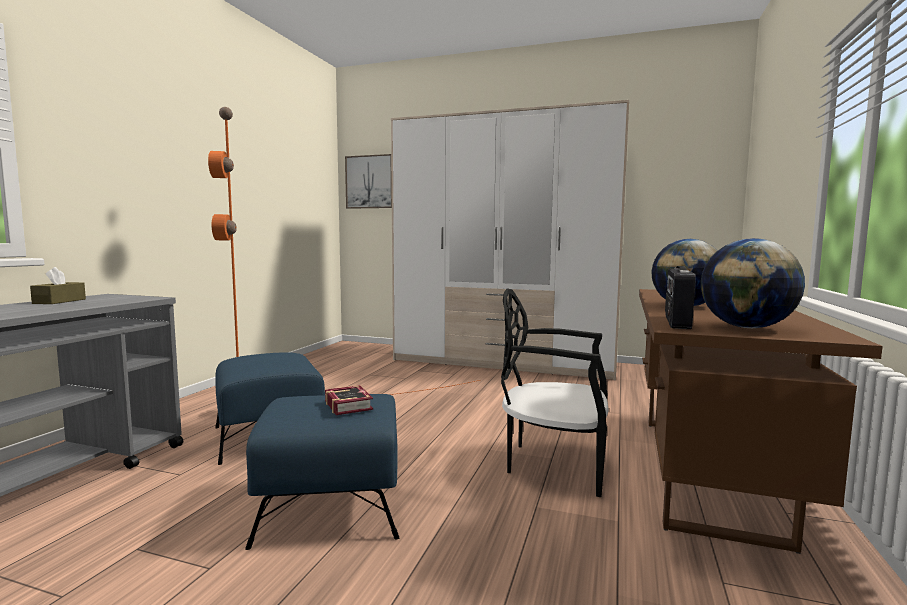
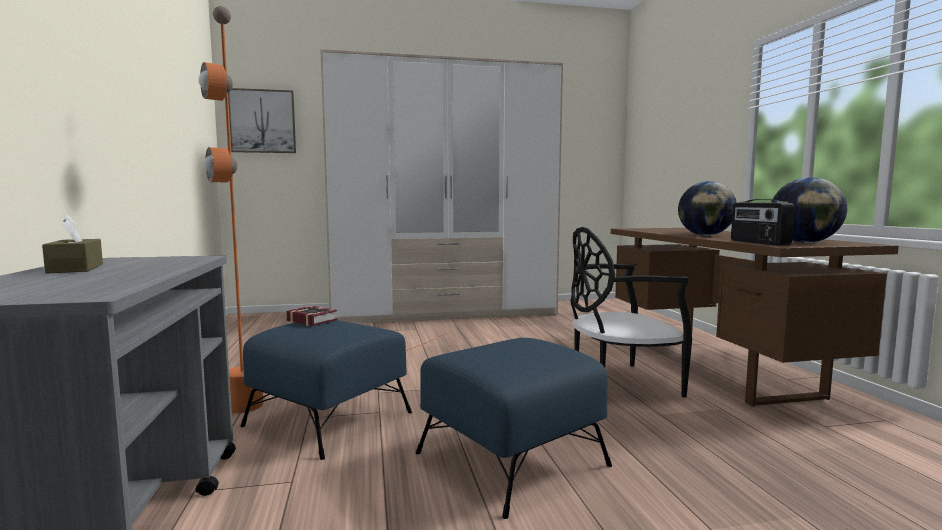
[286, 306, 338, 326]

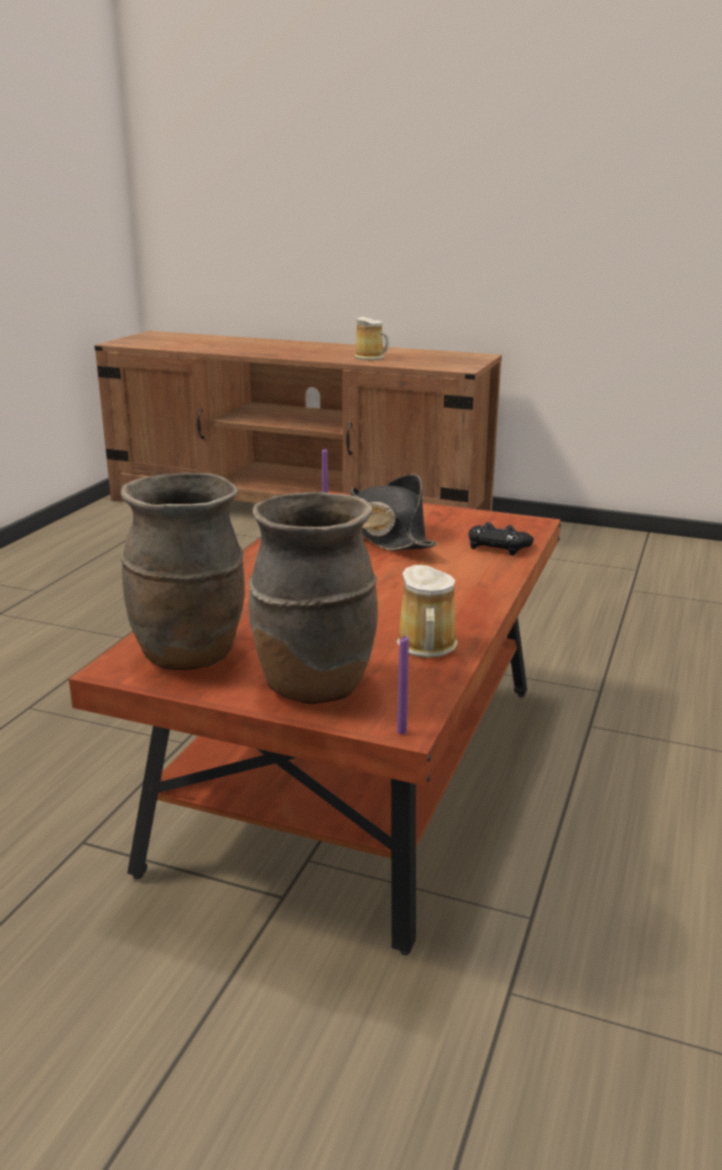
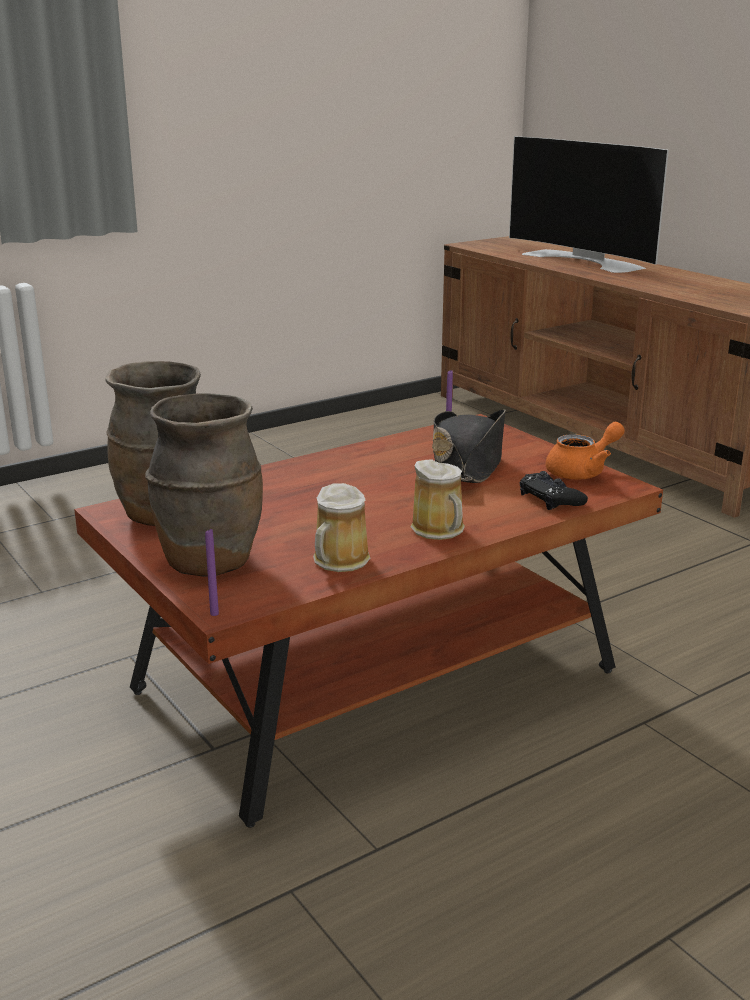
[411, 460, 465, 540]
[509, 136, 669, 273]
[546, 422, 625, 479]

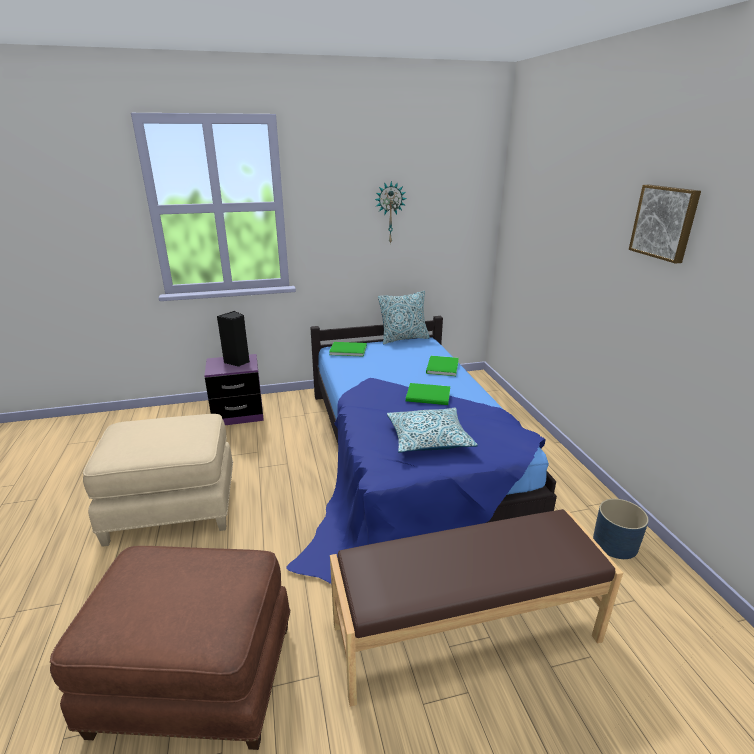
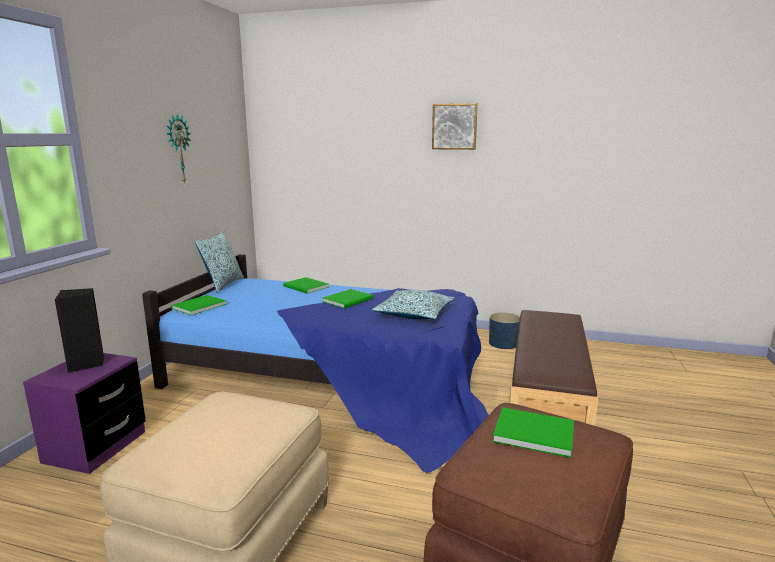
[493, 407, 574, 458]

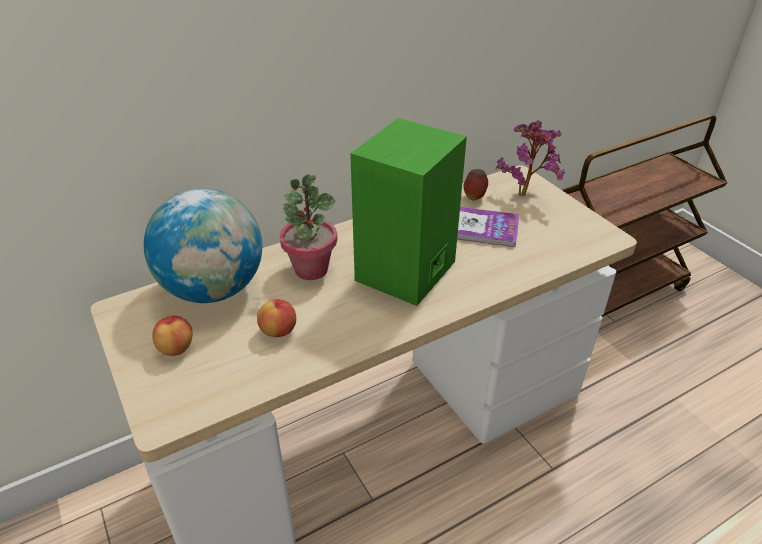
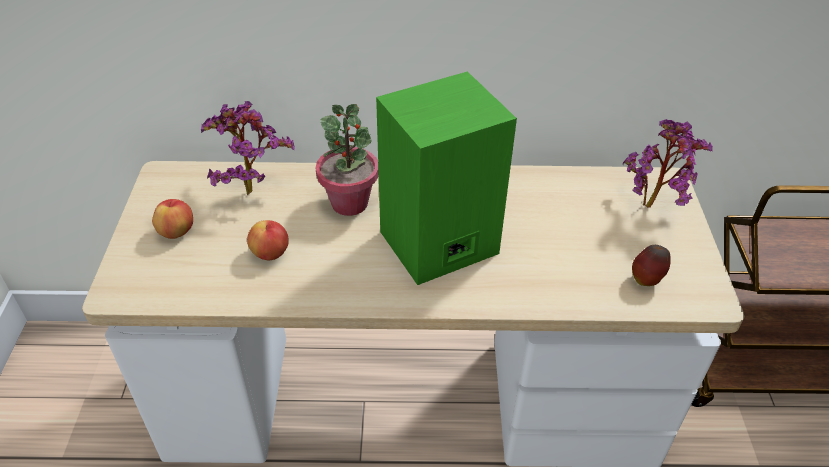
[201, 101, 295, 195]
[457, 207, 519, 247] (first image)
[632, 245, 671, 286]

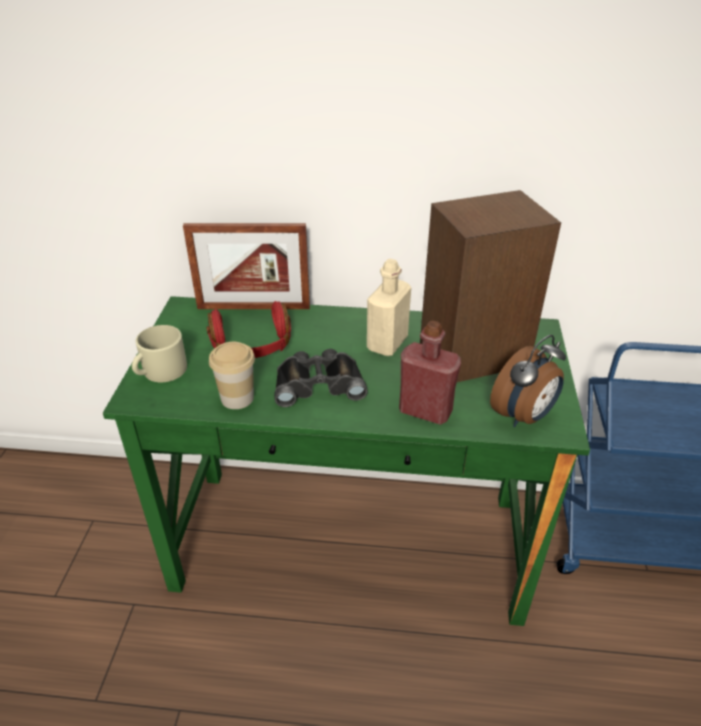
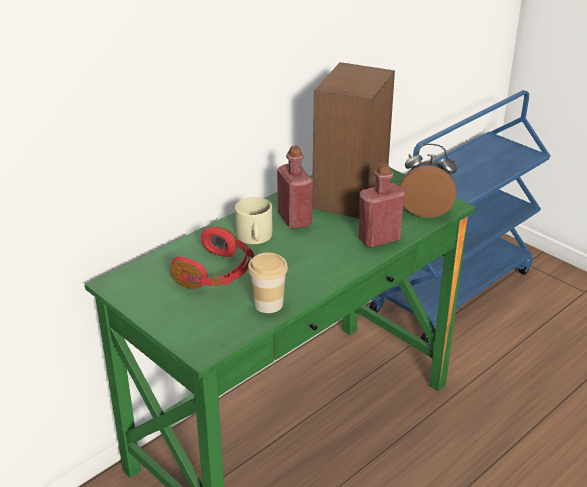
[235, 197, 272, 244]
[183, 223, 310, 309] (first image)
[274, 349, 368, 407] (first image)
[277, 145, 313, 229]
[400, 144, 457, 218]

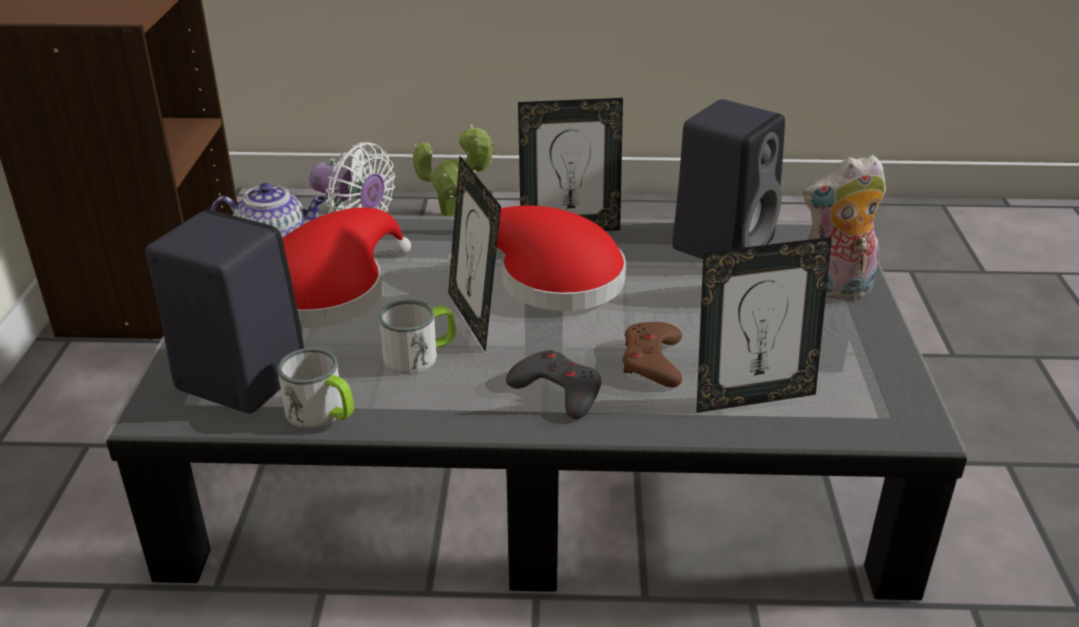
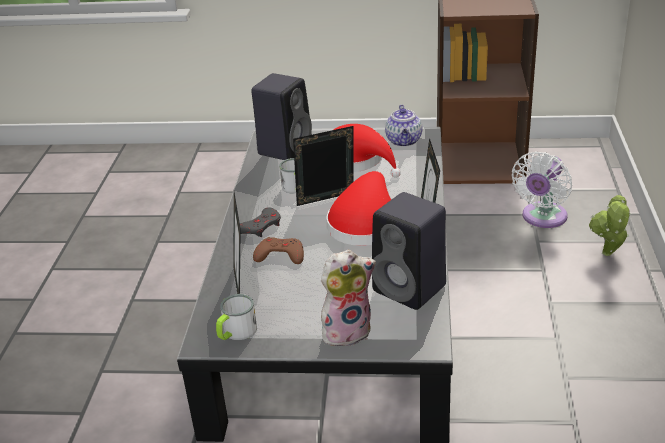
[216, 294, 257, 340]
[321, 250, 376, 346]

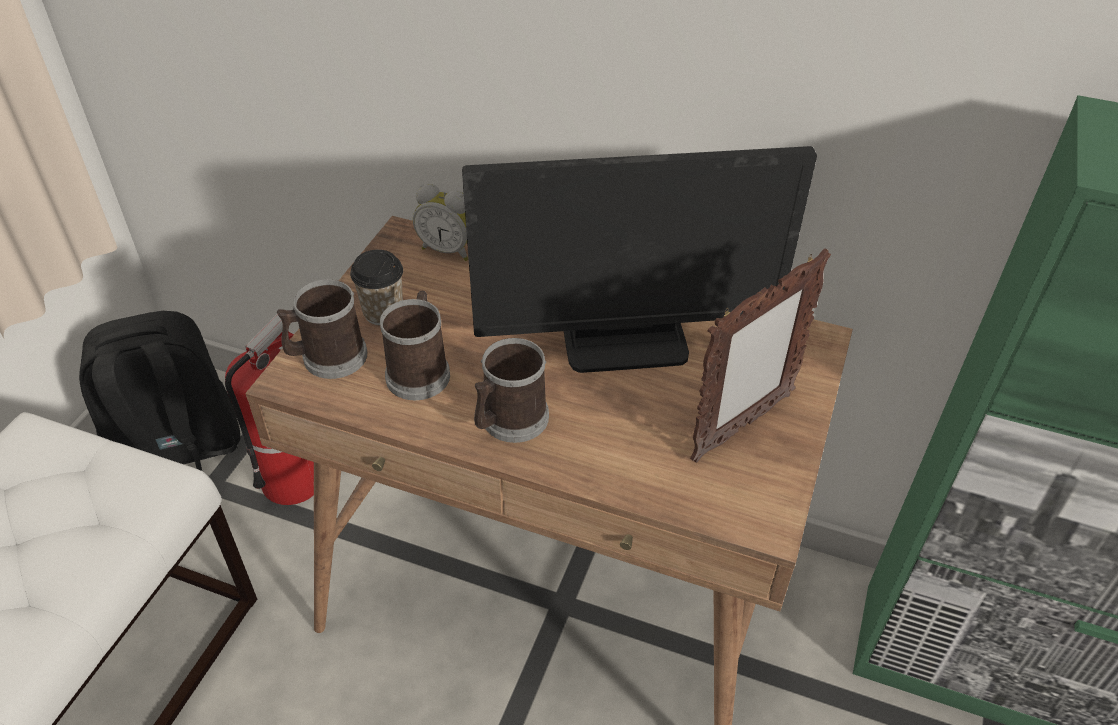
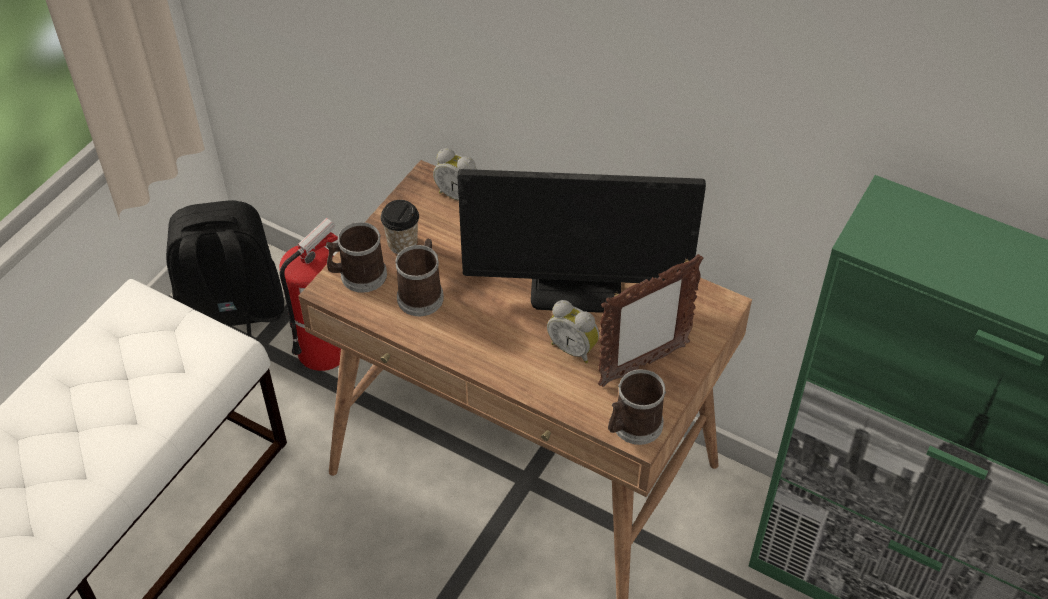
[608, 369, 666, 445]
[547, 300, 599, 363]

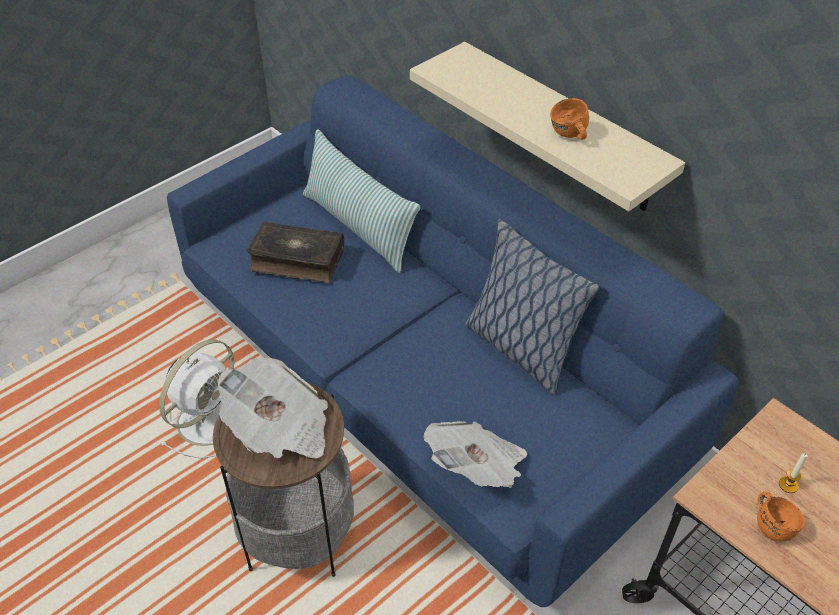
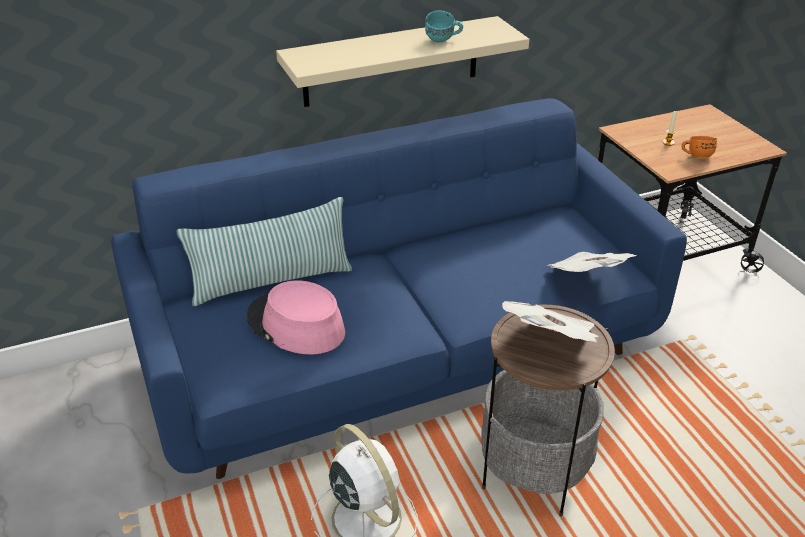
[247, 280, 345, 354]
[465, 219, 601, 395] (first image)
[425, 10, 463, 42]

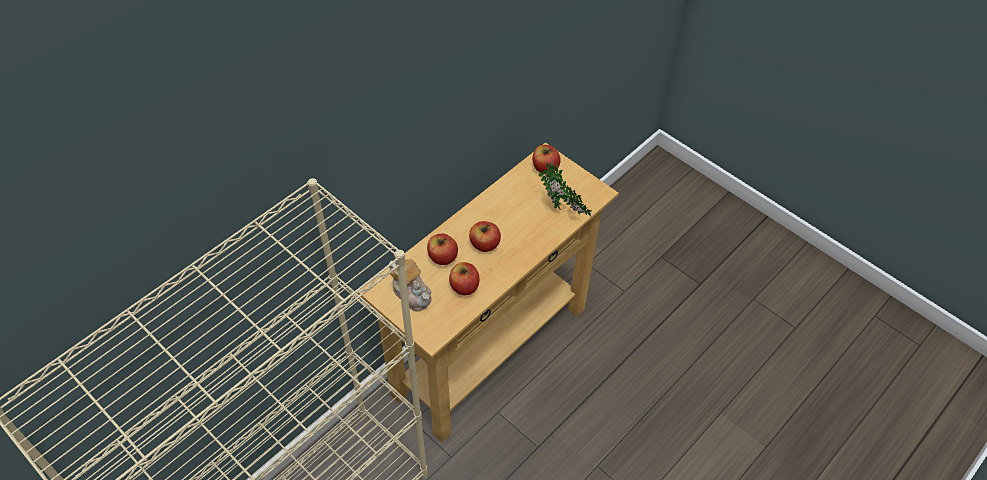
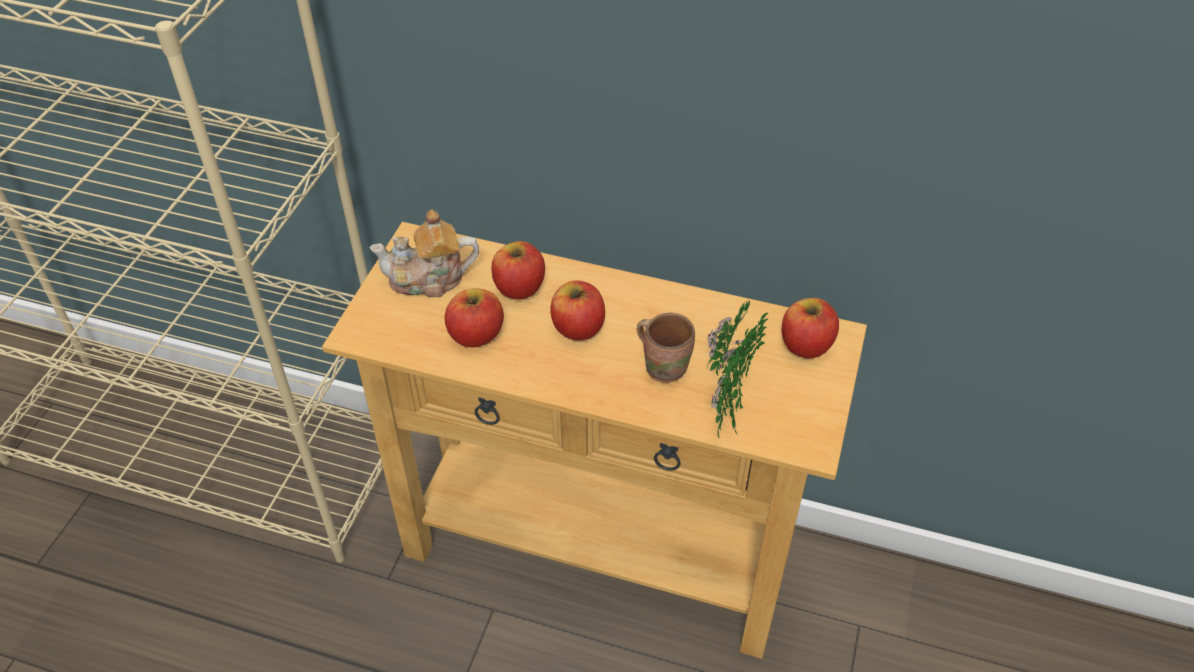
[369, 210, 479, 297]
[637, 312, 695, 382]

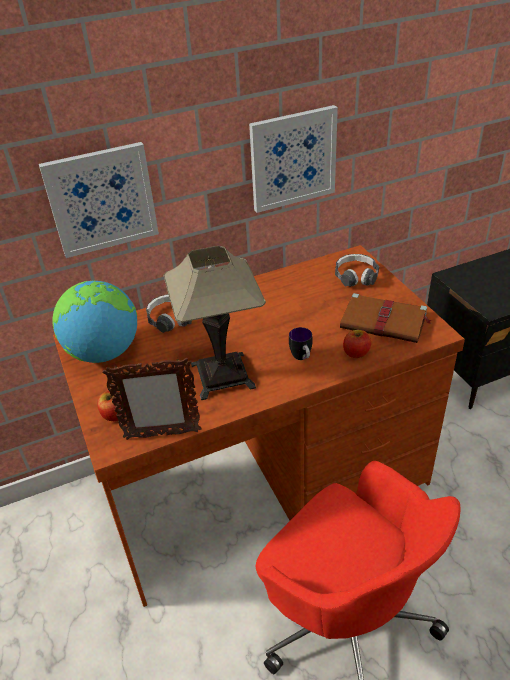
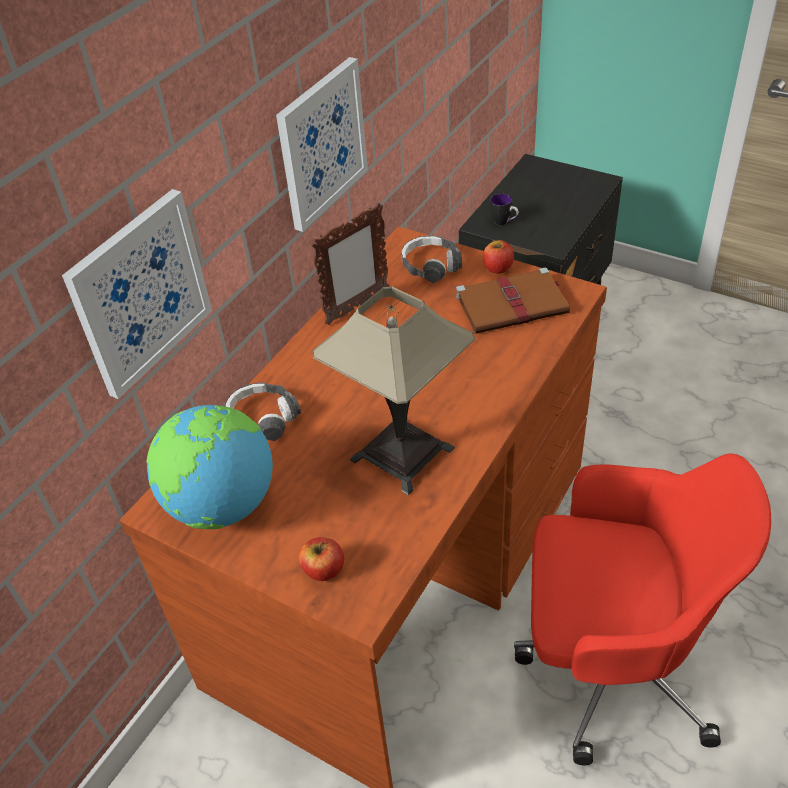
[311, 203, 389, 325]
[490, 194, 519, 225]
[483, 240, 514, 274]

